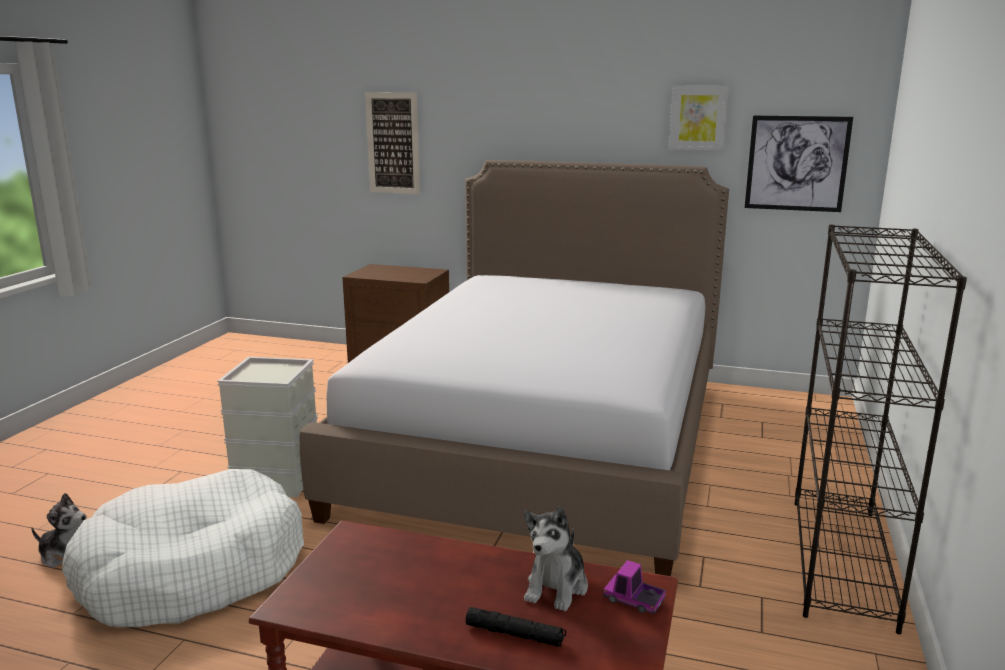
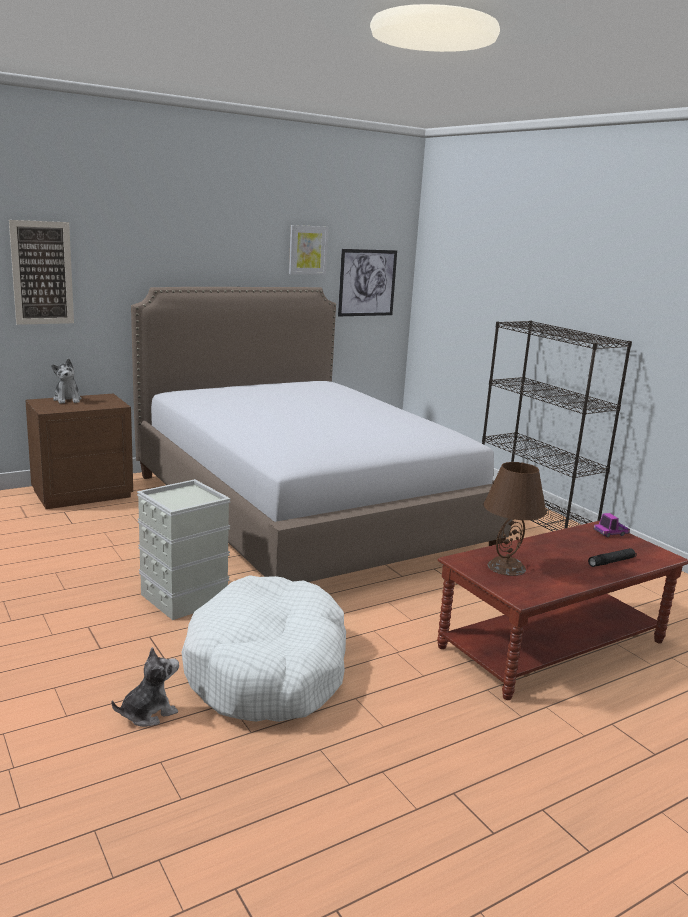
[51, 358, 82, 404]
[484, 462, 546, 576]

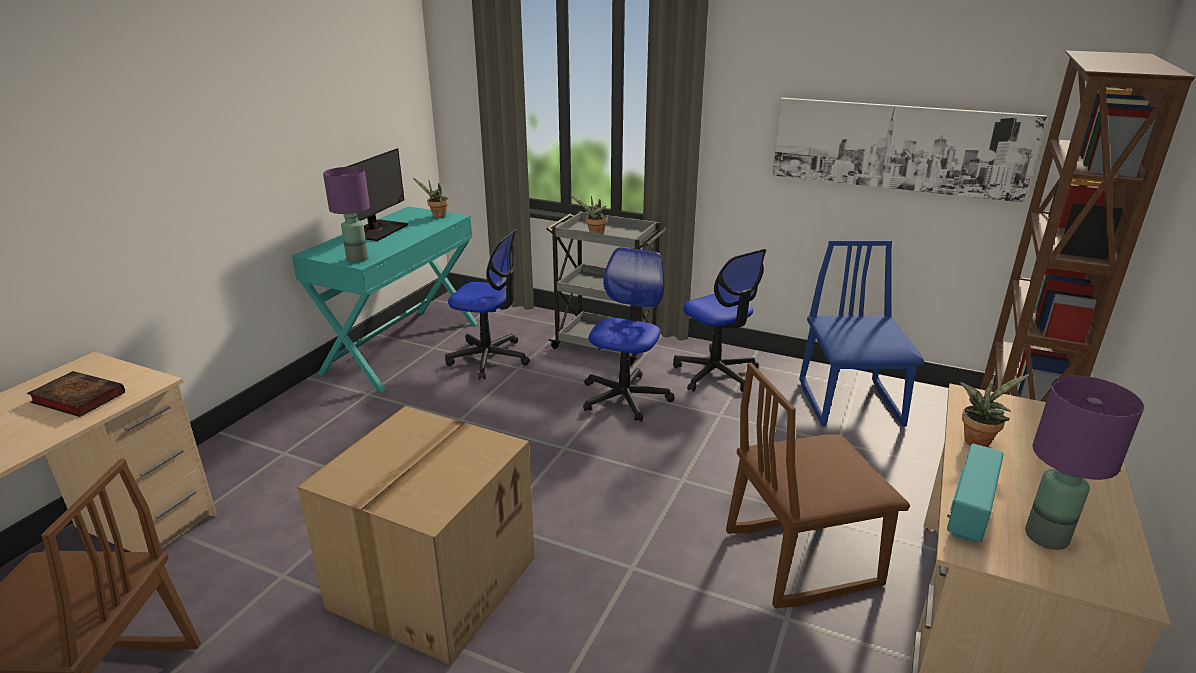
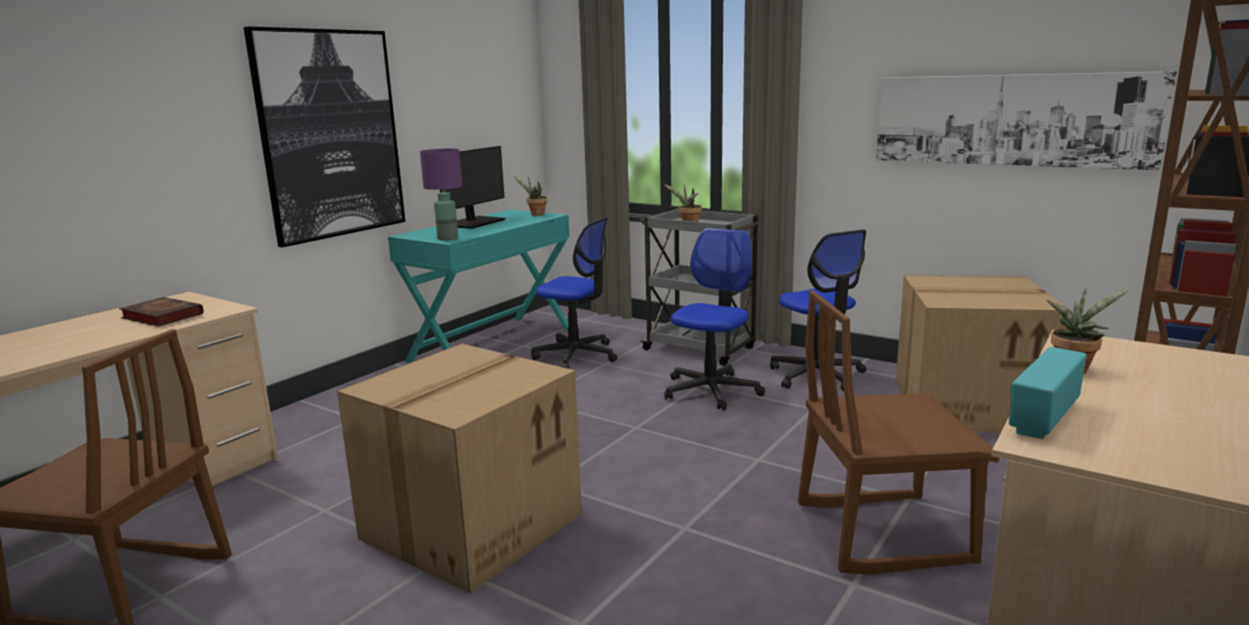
[896, 275, 1067, 433]
[1025, 375, 1144, 550] (first image)
[244, 27, 405, 247]

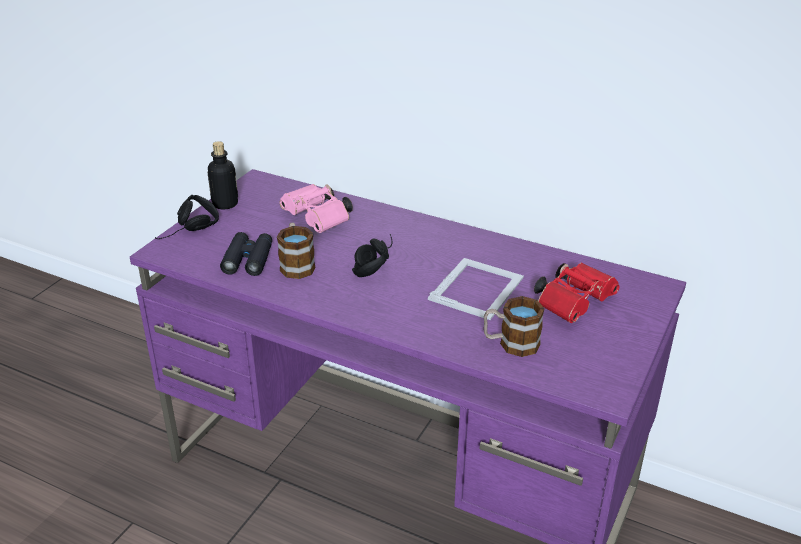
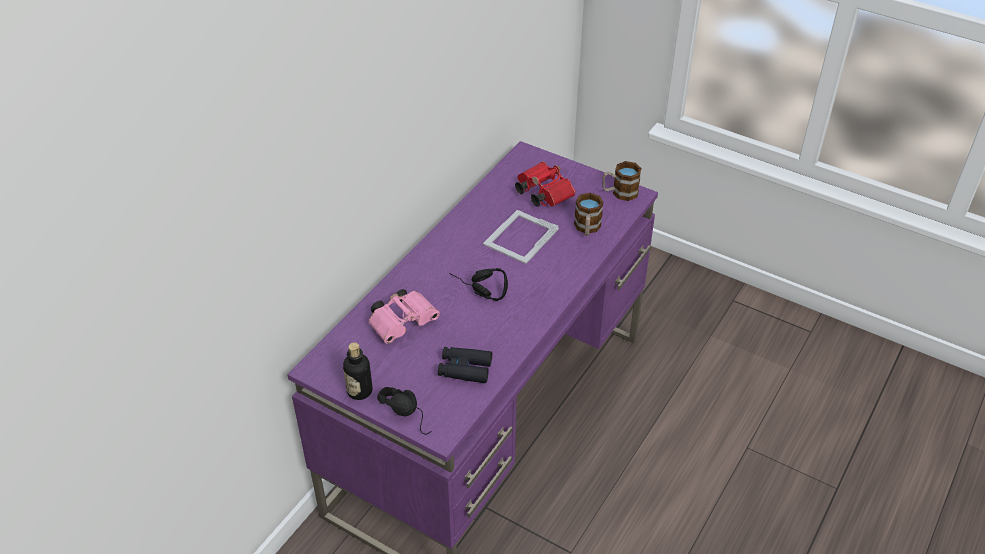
[602, 161, 642, 201]
[483, 210, 559, 264]

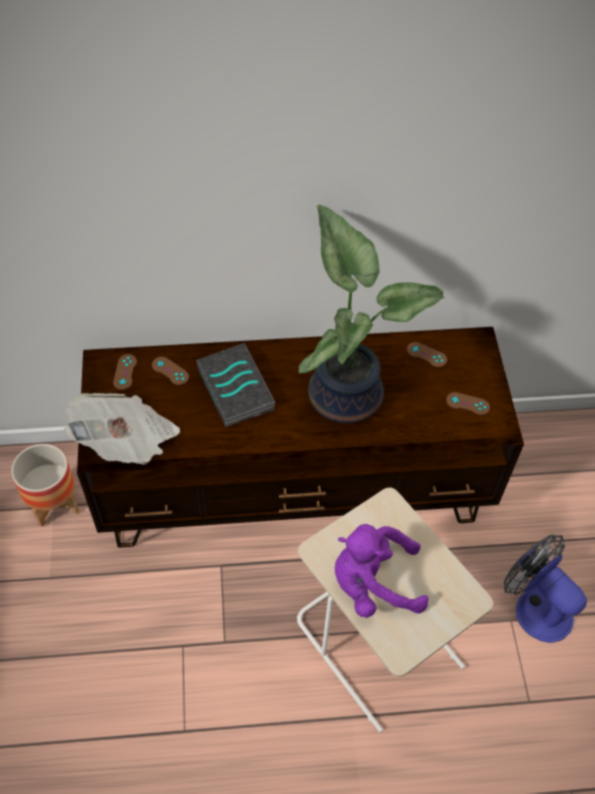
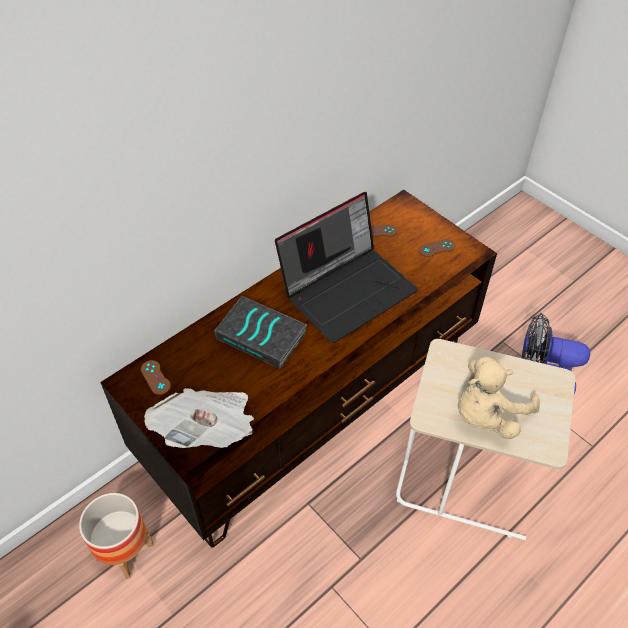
[152, 357, 189, 385] (first image)
[275, 192, 418, 343]
[458, 357, 540, 439]

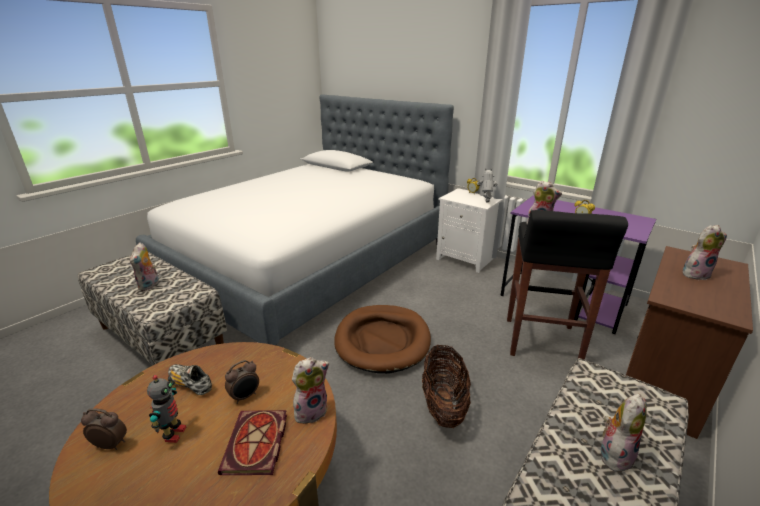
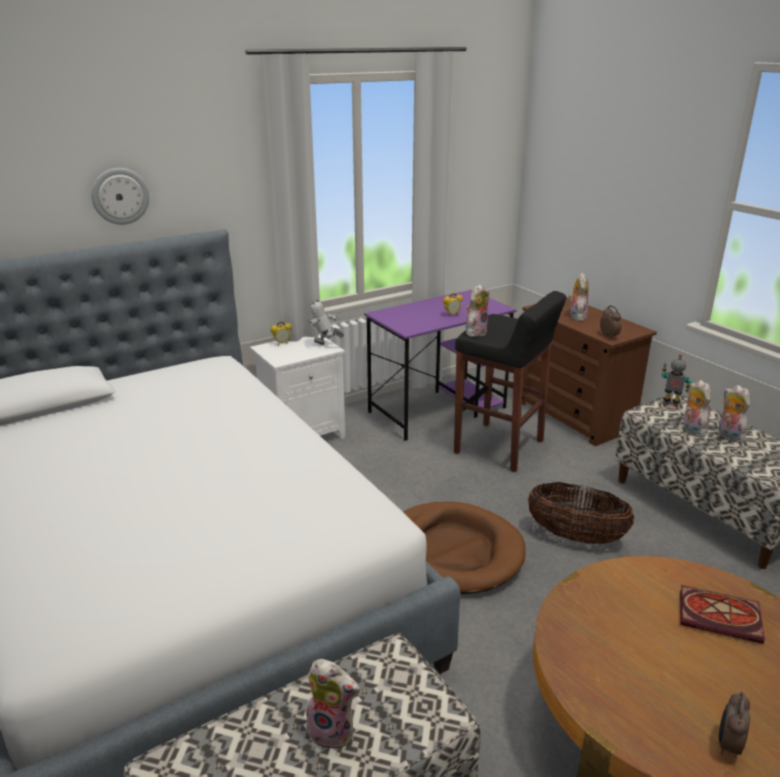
[661, 354, 691, 407]
[168, 364, 212, 395] (first image)
[600, 306, 622, 339]
[684, 380, 711, 437]
[91, 168, 149, 225]

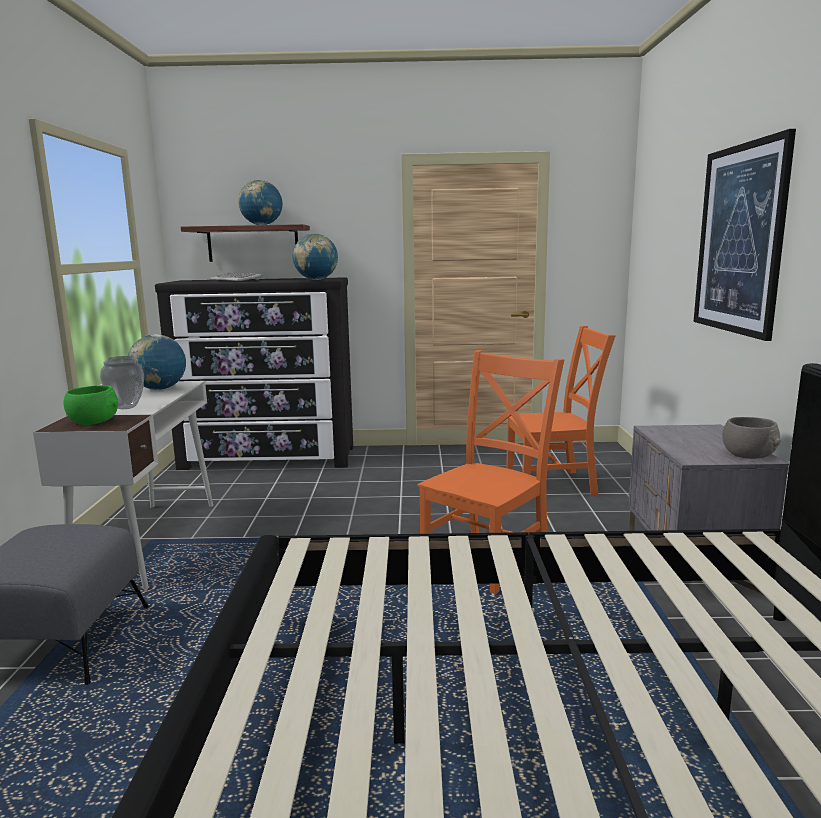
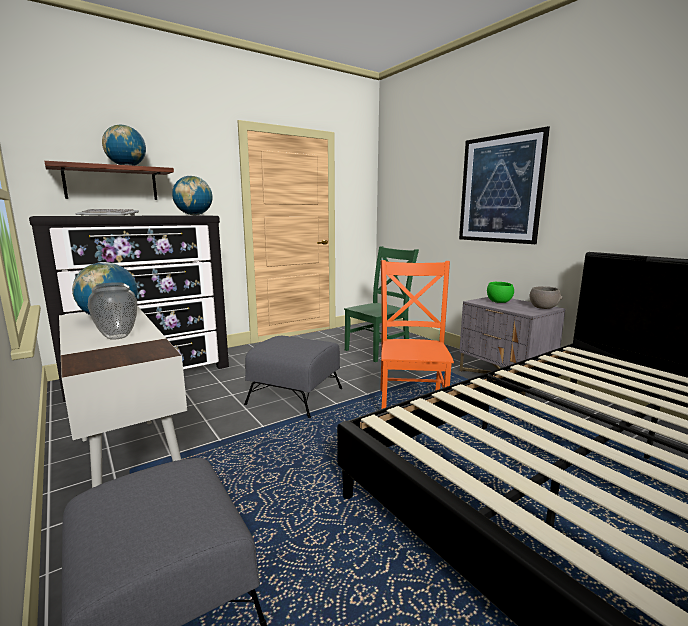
[487, 282, 514, 303]
[344, 246, 419, 362]
[244, 336, 342, 418]

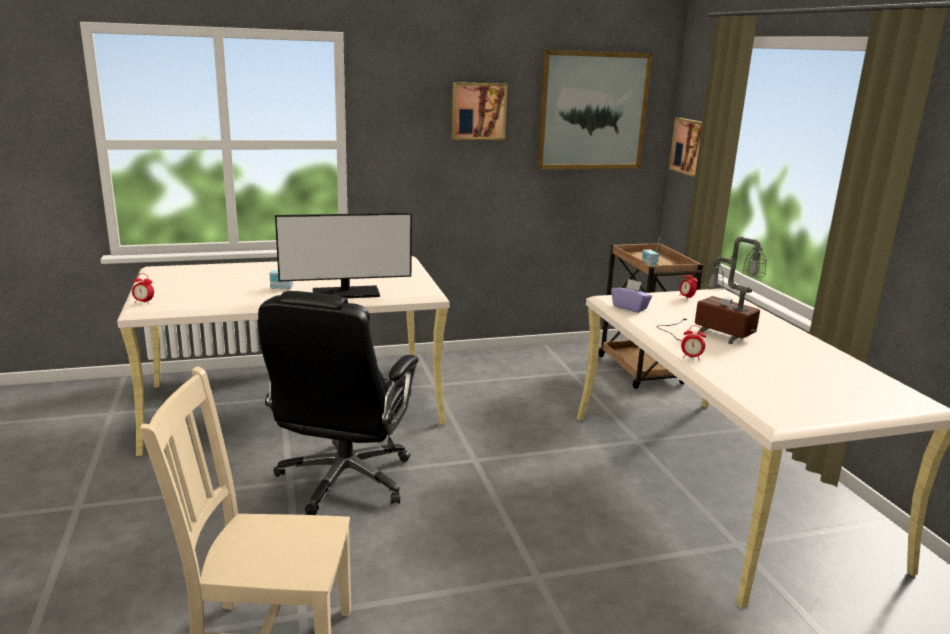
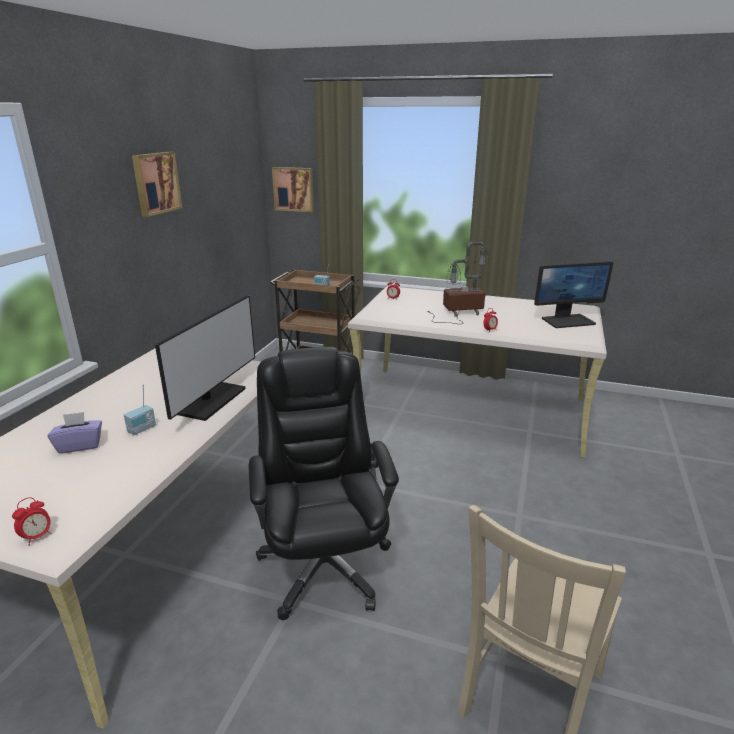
[249, 347, 399, 620]
[536, 50, 653, 169] (first image)
[48, 412, 102, 454]
[534, 261, 613, 328]

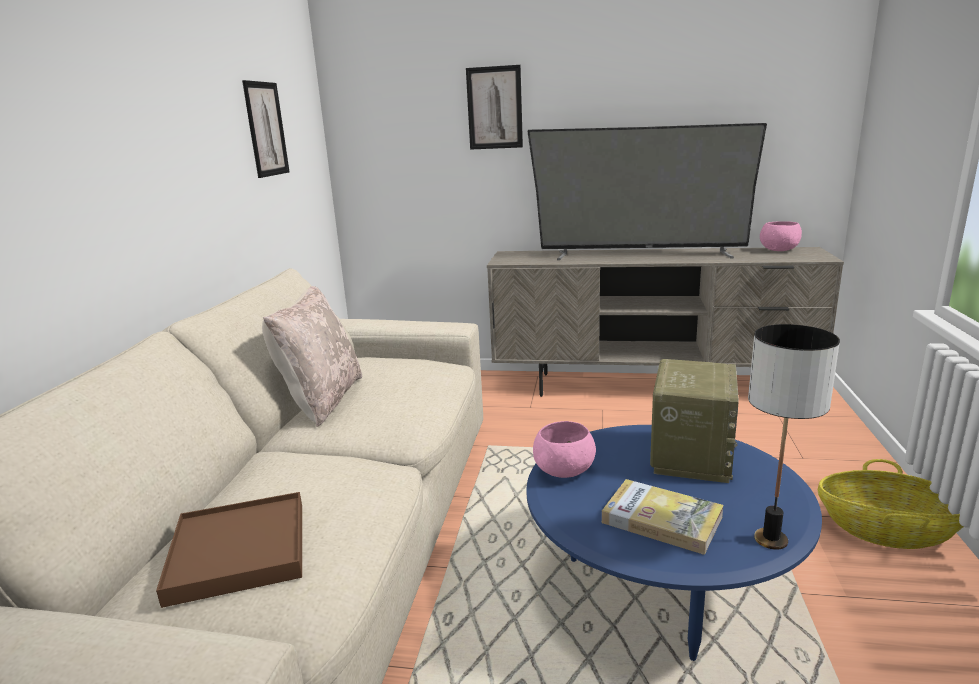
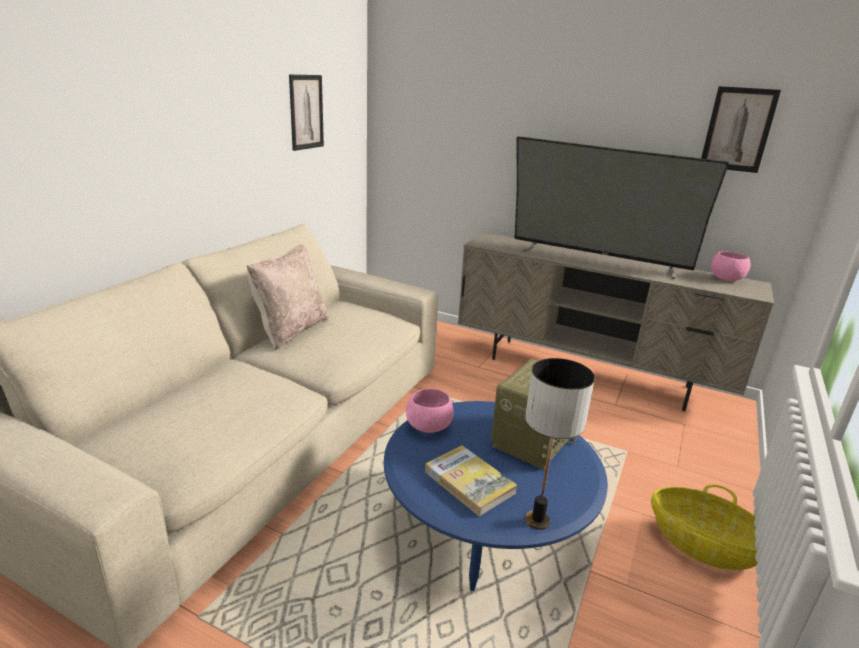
[156, 492, 302, 608] (first image)
[701, 86, 781, 173]

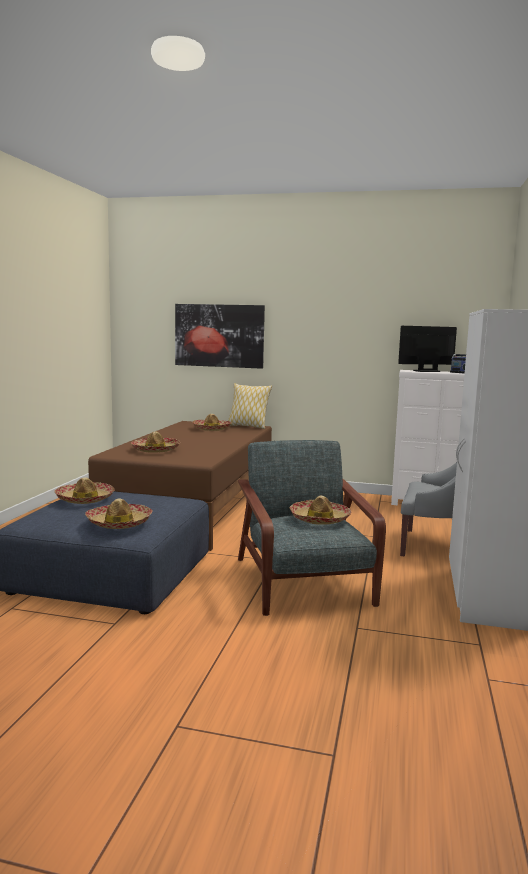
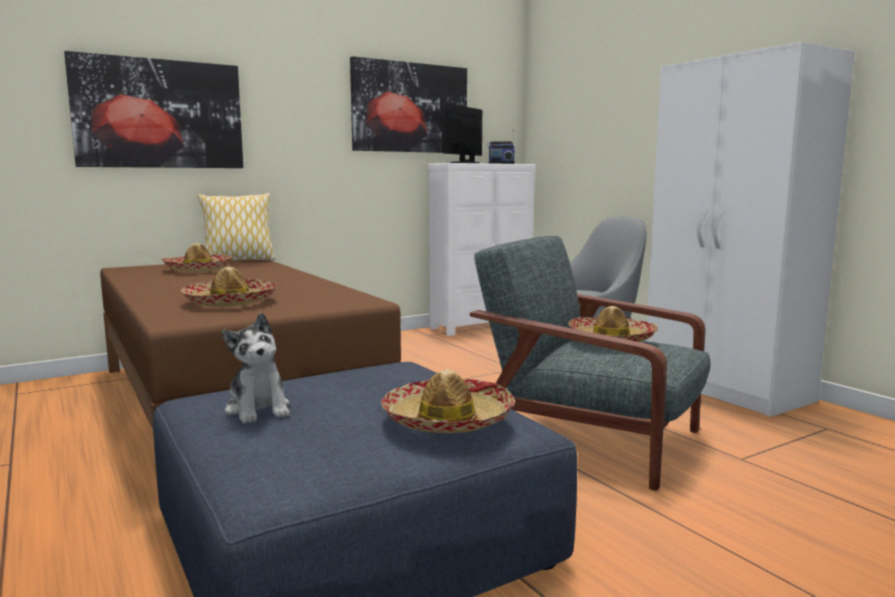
[222, 313, 290, 424]
[350, 56, 467, 153]

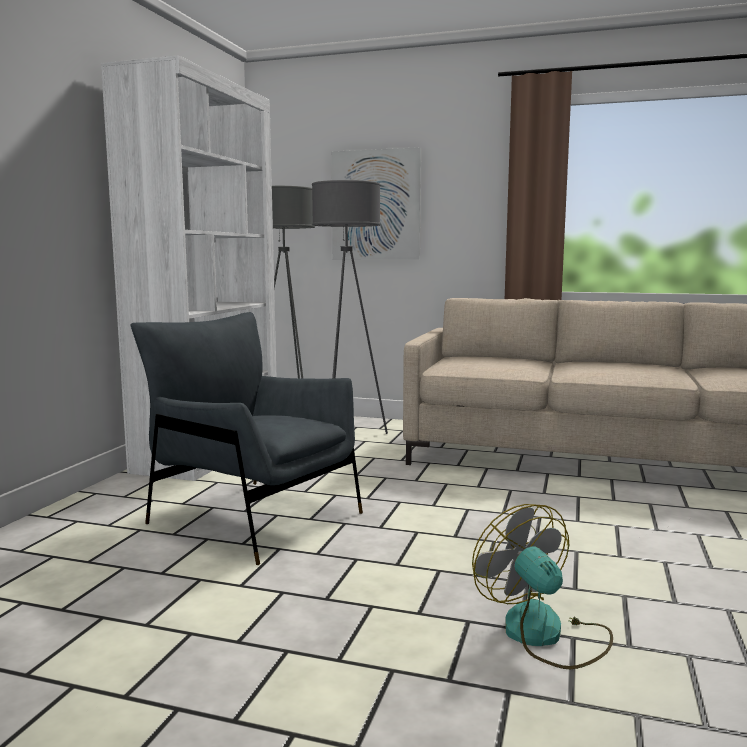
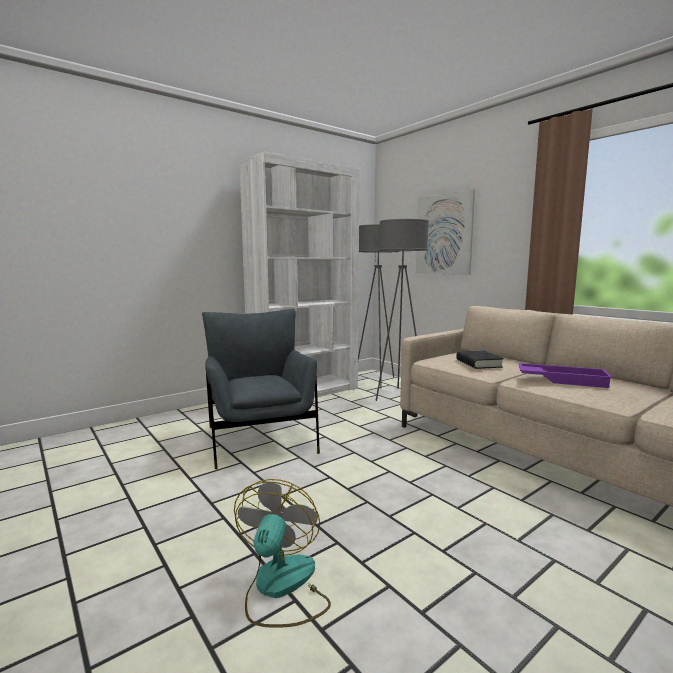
[457, 350, 504, 369]
[518, 363, 613, 388]

